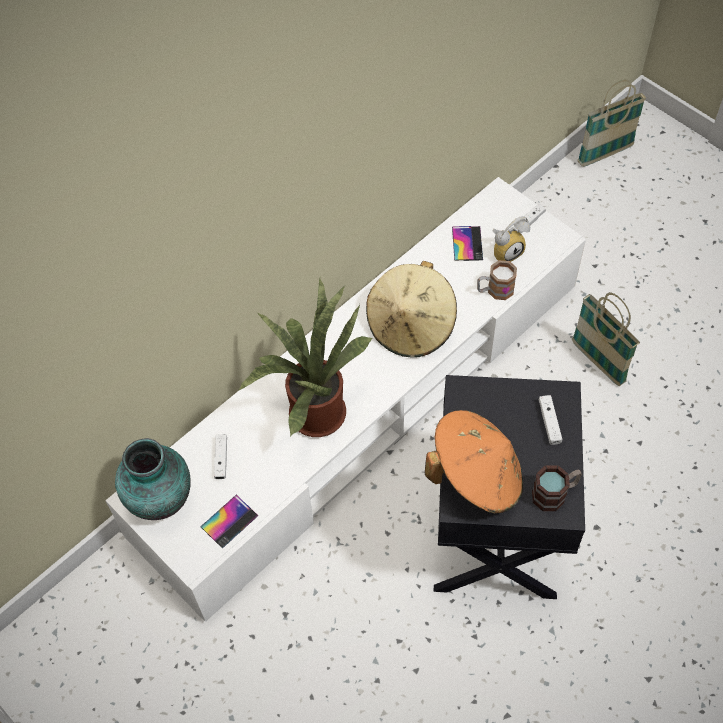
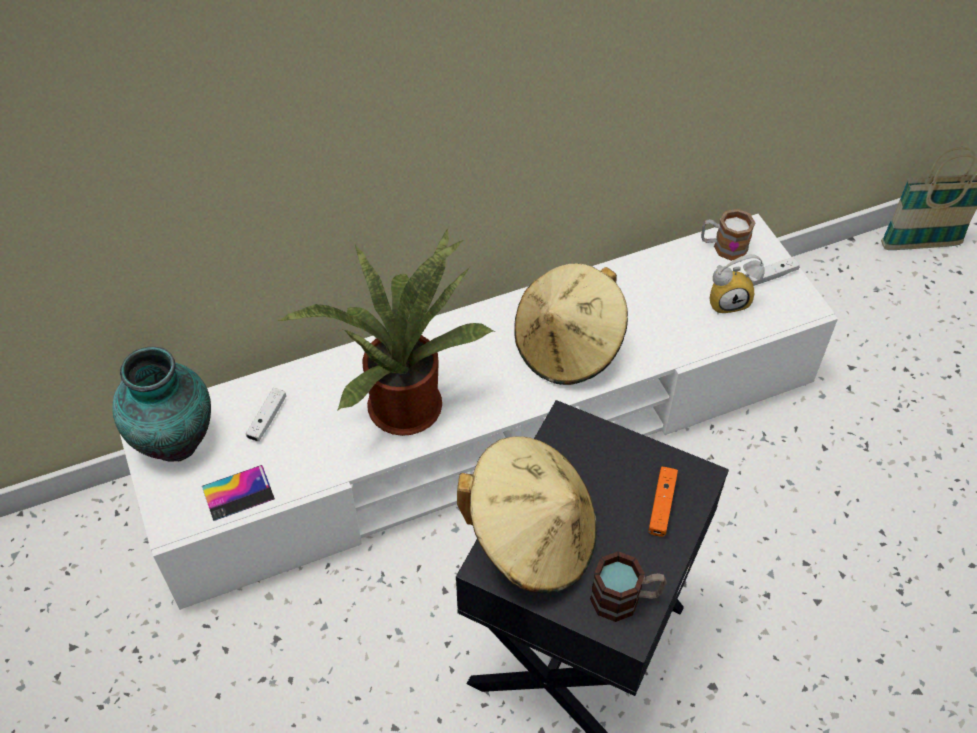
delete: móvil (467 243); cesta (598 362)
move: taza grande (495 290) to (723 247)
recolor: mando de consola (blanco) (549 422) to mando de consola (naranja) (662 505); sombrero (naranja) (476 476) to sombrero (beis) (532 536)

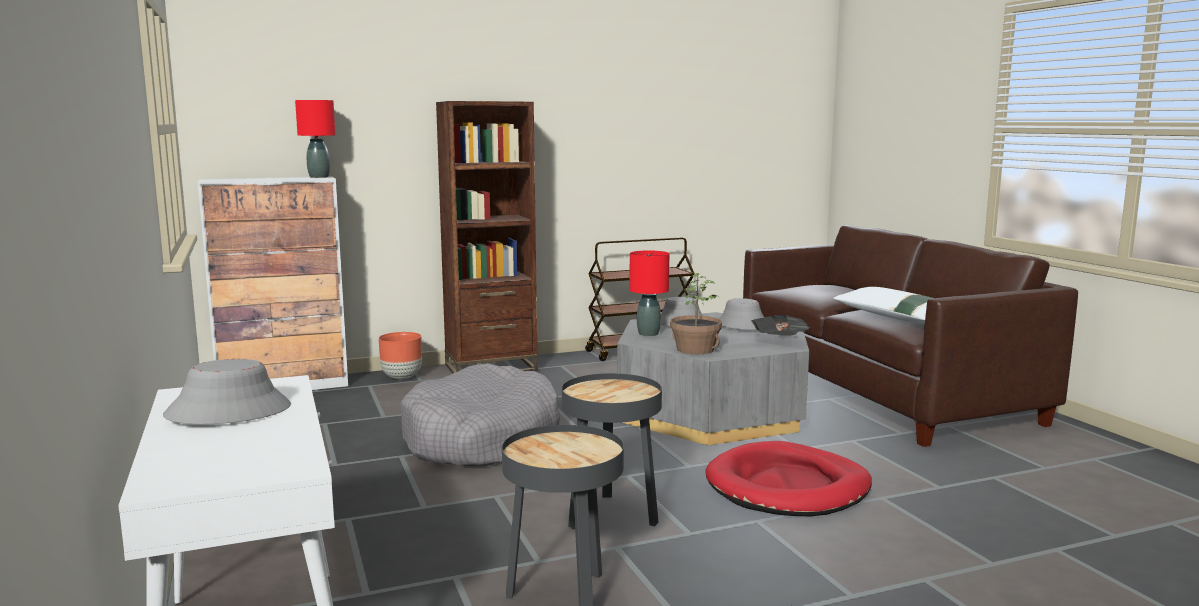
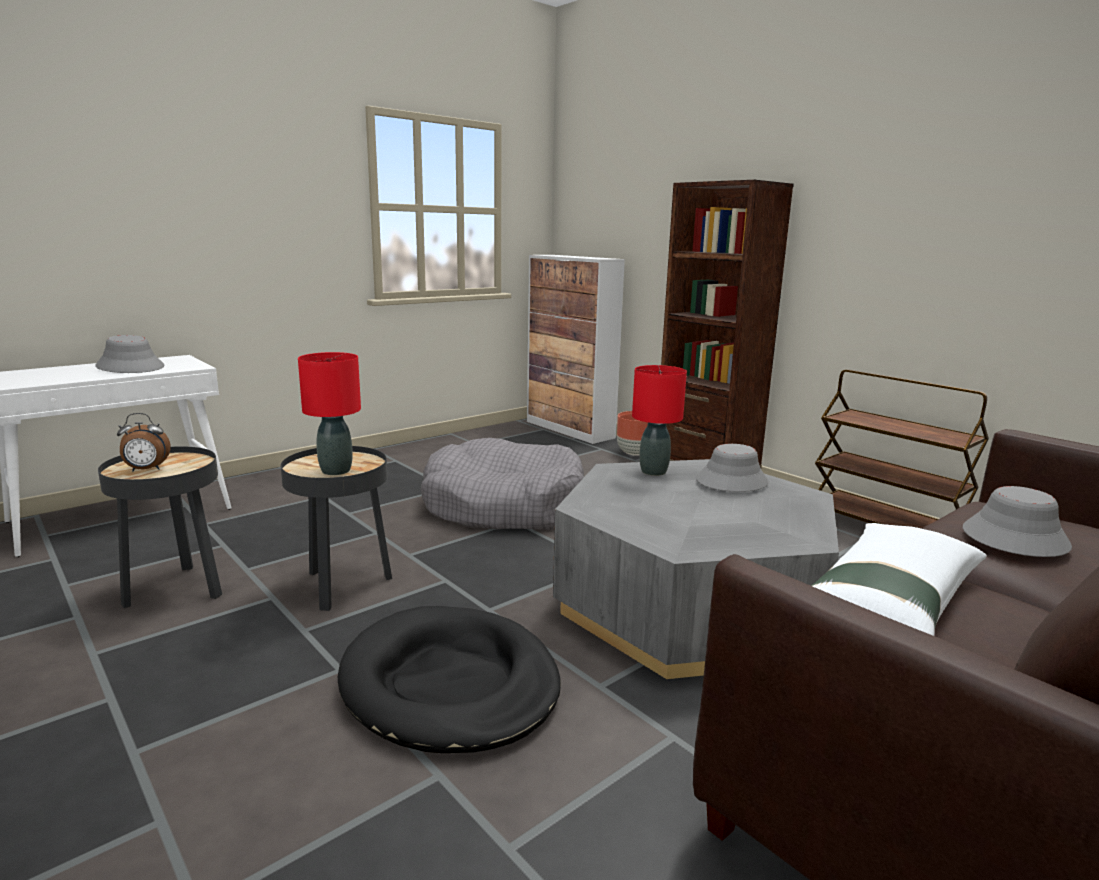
delete: planta en maceta (695 349); periódico (780 341)
insert: despertador (146 470)
move: lámpara de mesa (rojo) (319 177) to (336 470); sombrero (gris) (742 325) to (1014 538)
recolor: cama para perro (rojo) (788 487) to cama para perro (negro) (450 684)

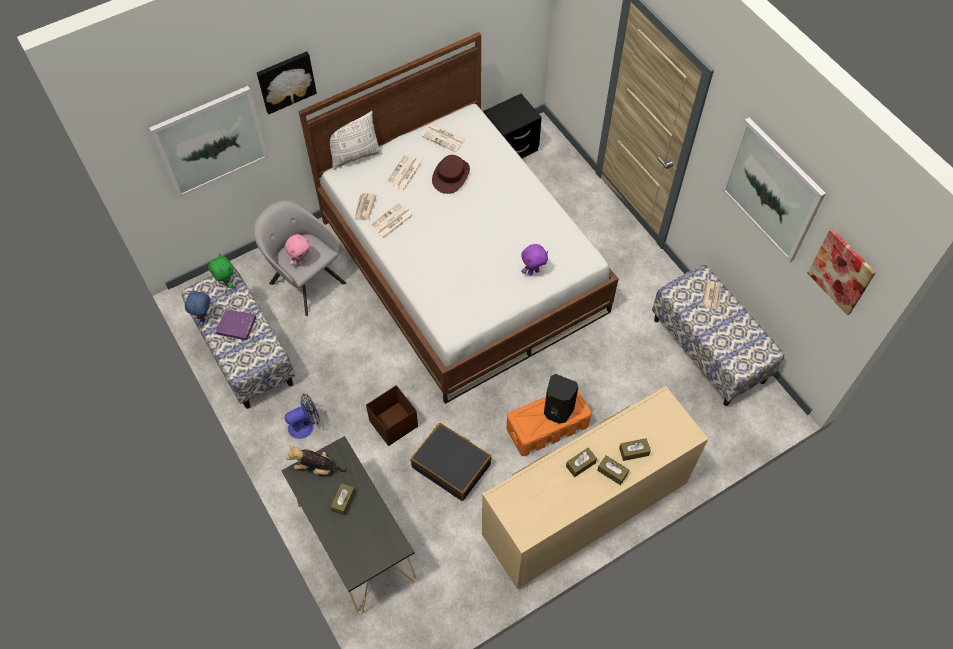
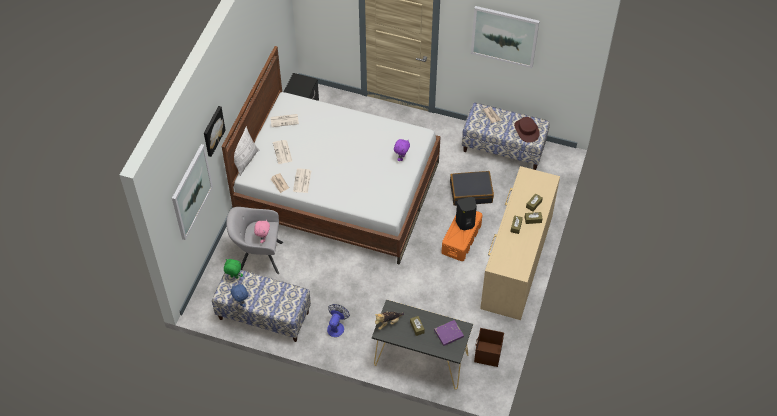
delete: cuadro (841 271)
move: sombrero (marrón) (451 176) to (526 130); libro (morado) (236 326) to (448 334); caja de almacenaje (marrón) (393 424) to (487 354); maleta (negro) (451 465) to (471 192)

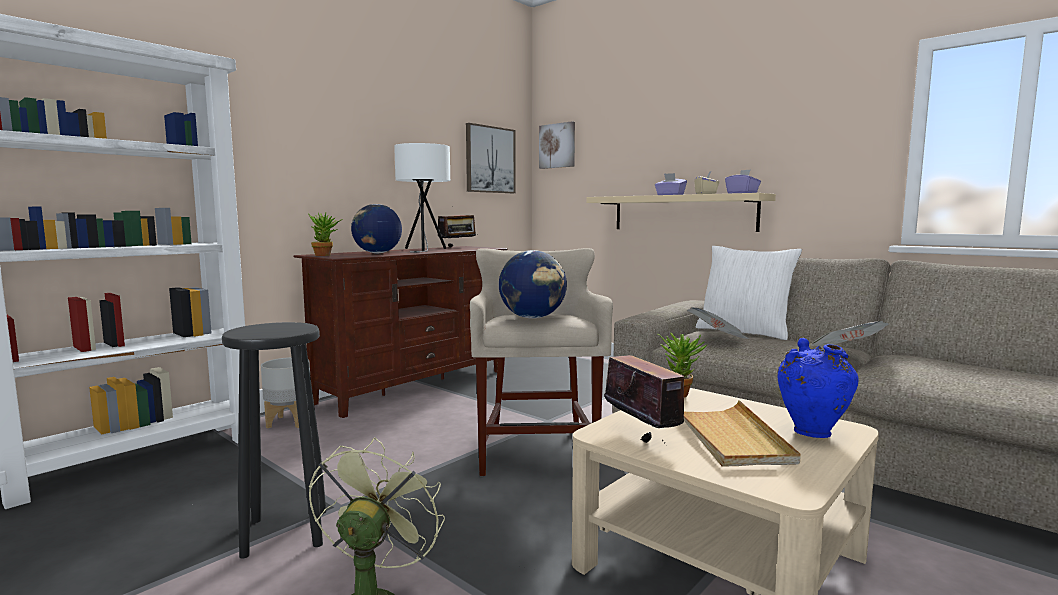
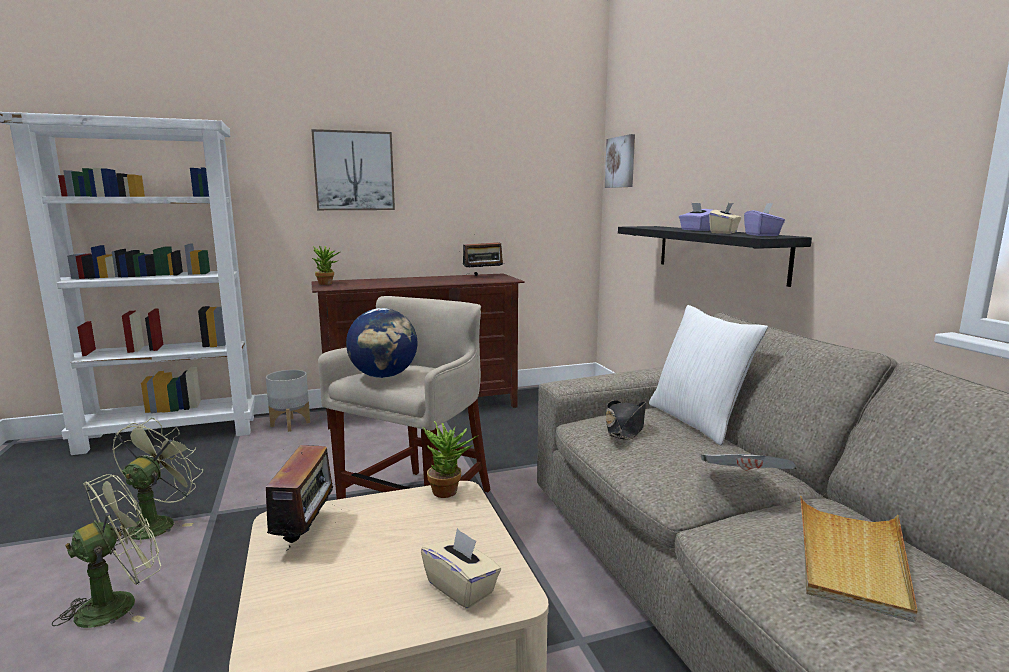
delete: lámpara de mesa (blanco) (424 250); globo terráqueo (377 253)
move: cuadro (490 160) to (354 171); bandeja (beis) (729 437) to (851 559)
replace: periódico (718 340) to sombrero (negro) (625 428); taburete (negro) (284 532) to ventilador (verde) (157 523); florero (azul) (812 432) to caja de pañuelos (beis) (461 587)
recolor: estante (beis) (682 213) to estante (negro) (718 252)

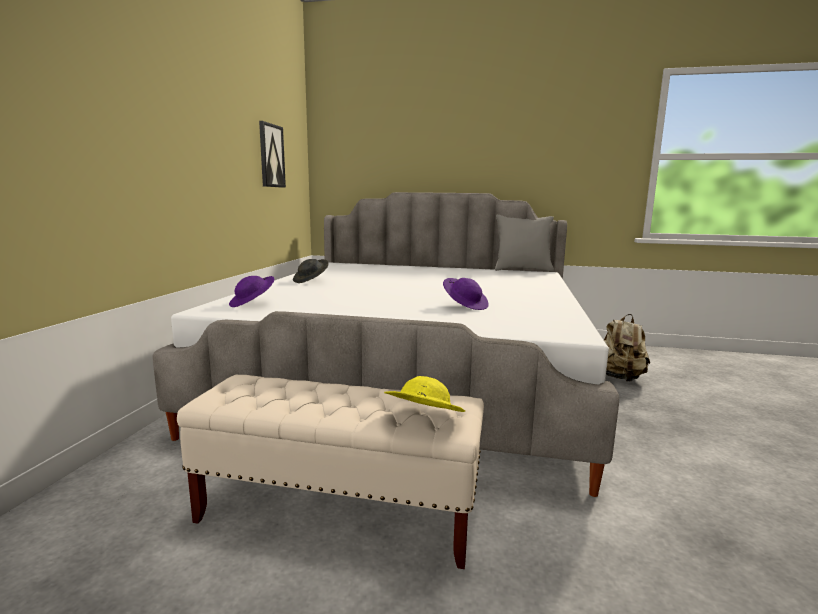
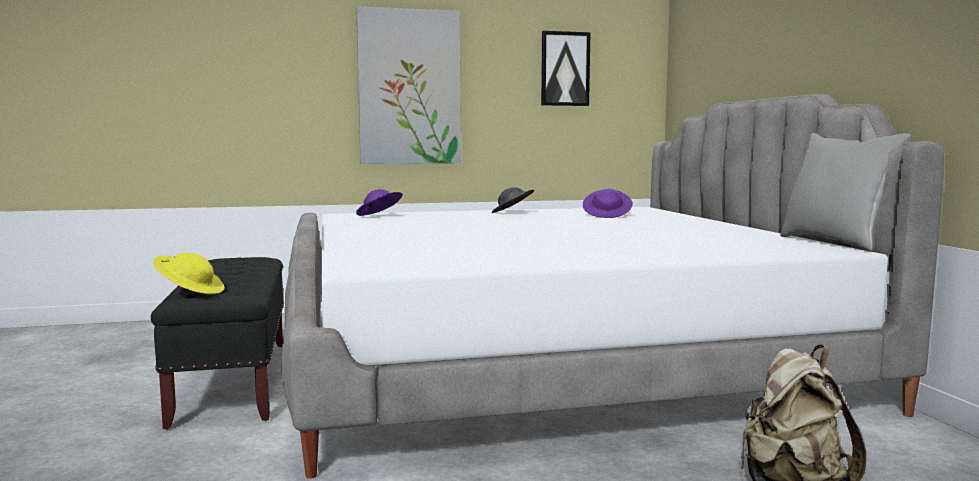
insert: cuadro (409 87)
move: sombrero (morado) (465 306) to (607 215)
recolor: banco (beis) (339 512) to banco (negro) (233 381)

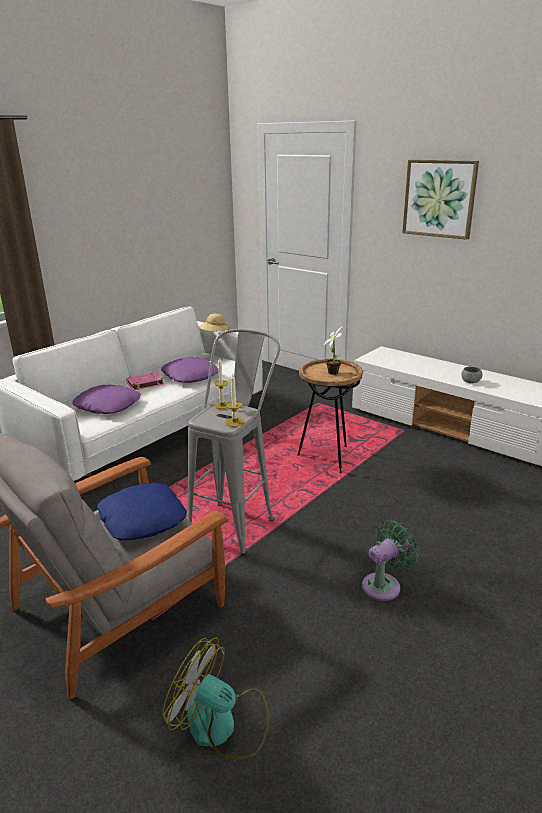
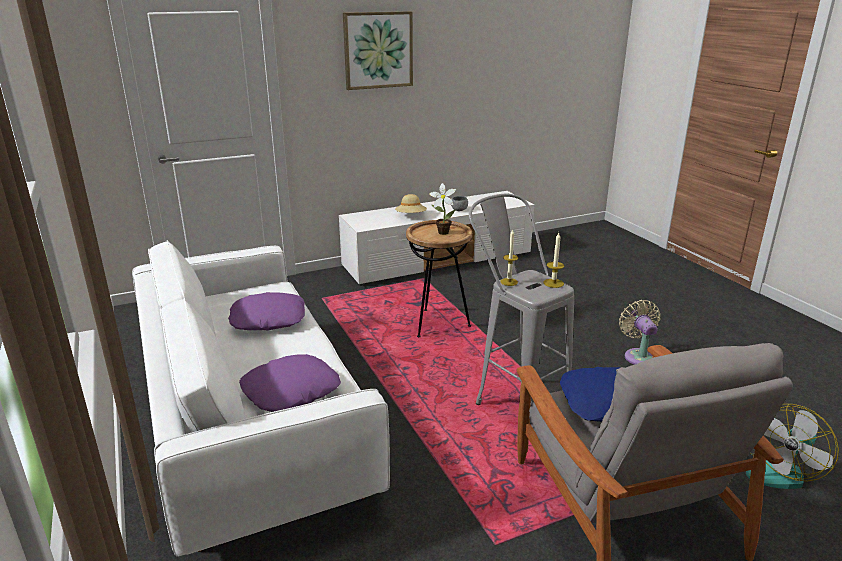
delete: libro (rosa) (145 383)
move: sombrero (beis) (214 334) to (411 216)
recolor: ventilador (verde) (384 585) to ventilador (beis) (639 356)

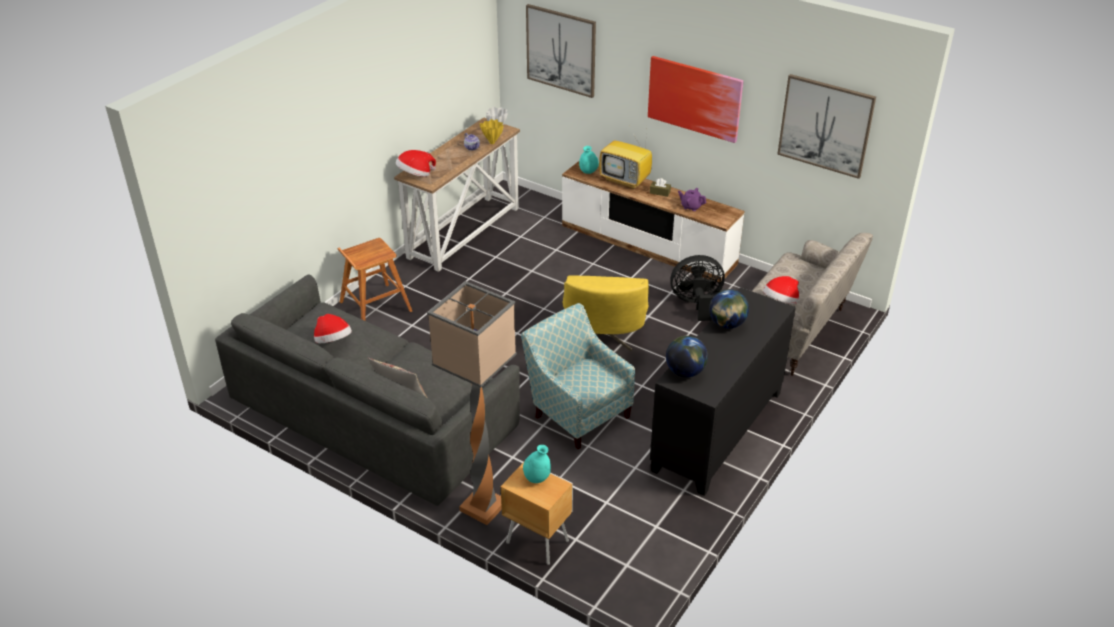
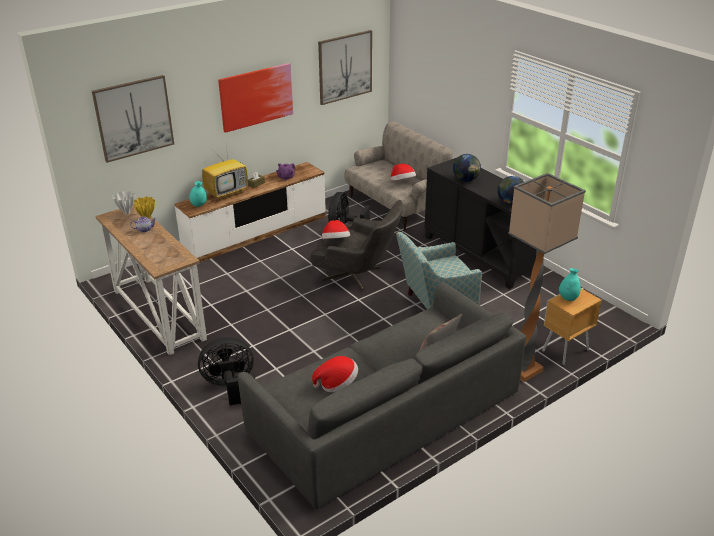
move: sombrero (415 175) to (336 241)
replace: taburete (marrón) (374 306) to ventilador (negro) (231 387)
recolor: sillón (amarillo) (604 339) to sillón (gris) (358 276)

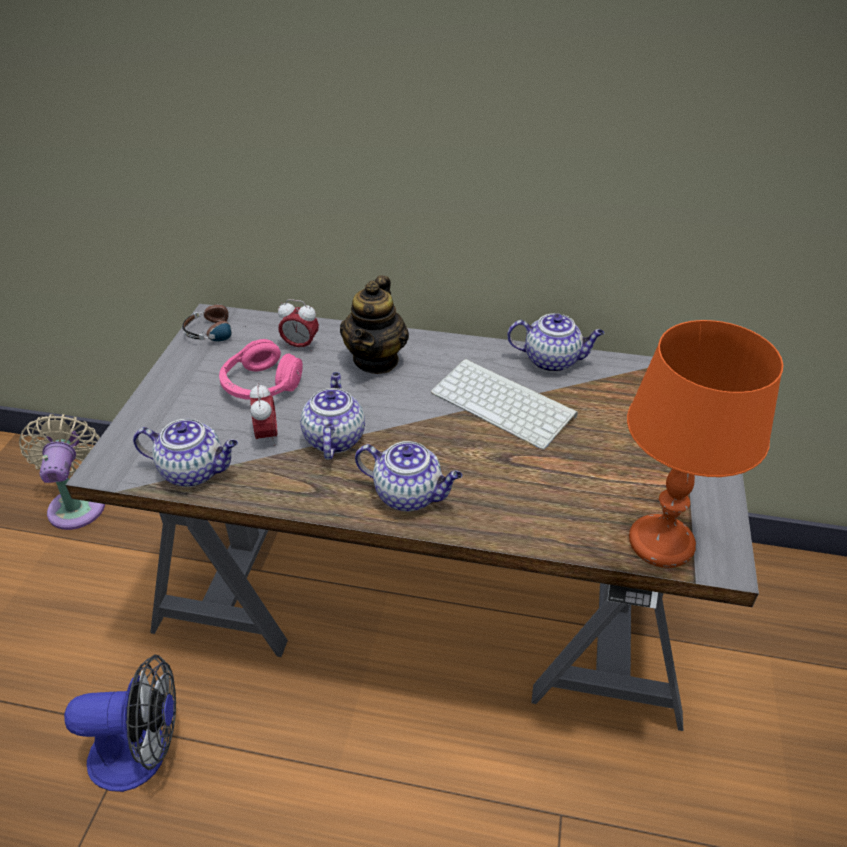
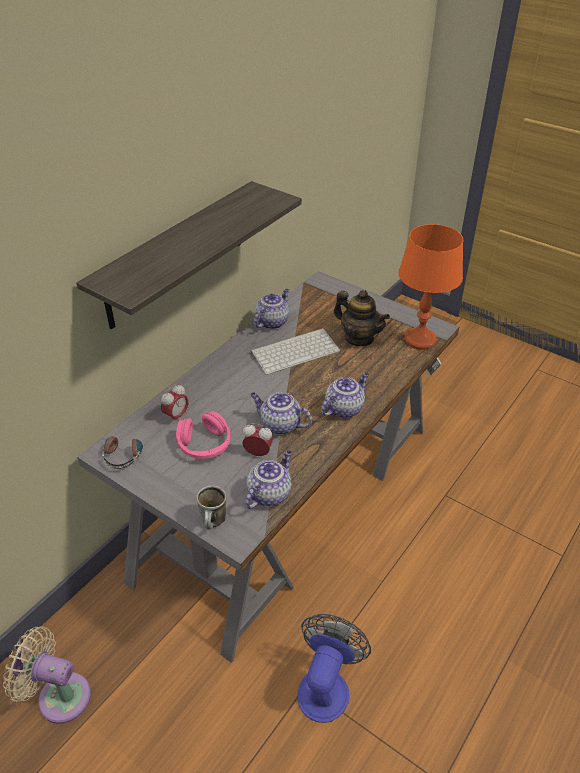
insert: estante (176 255); taza grande (214 523)
move: tetera (376 360) to (359 338)

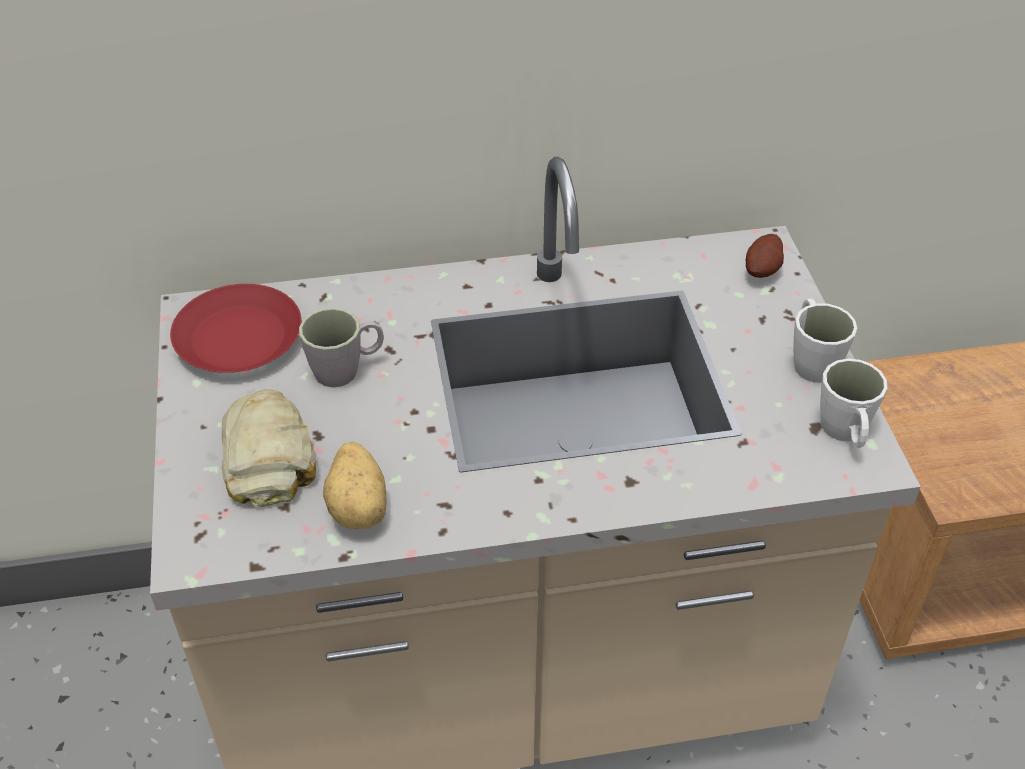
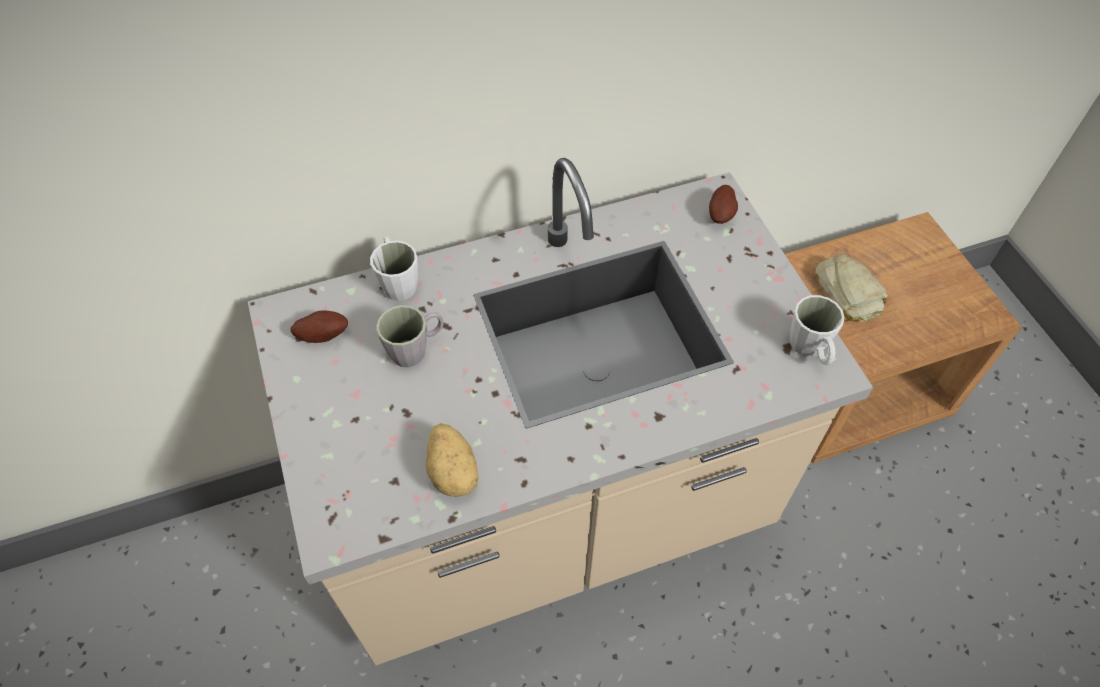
move: taza grande (blanco) (811 360) to (398 281); pan (269 456) to (849 292)
replace: plato (rojo) (240 340) to patata (323 334)

